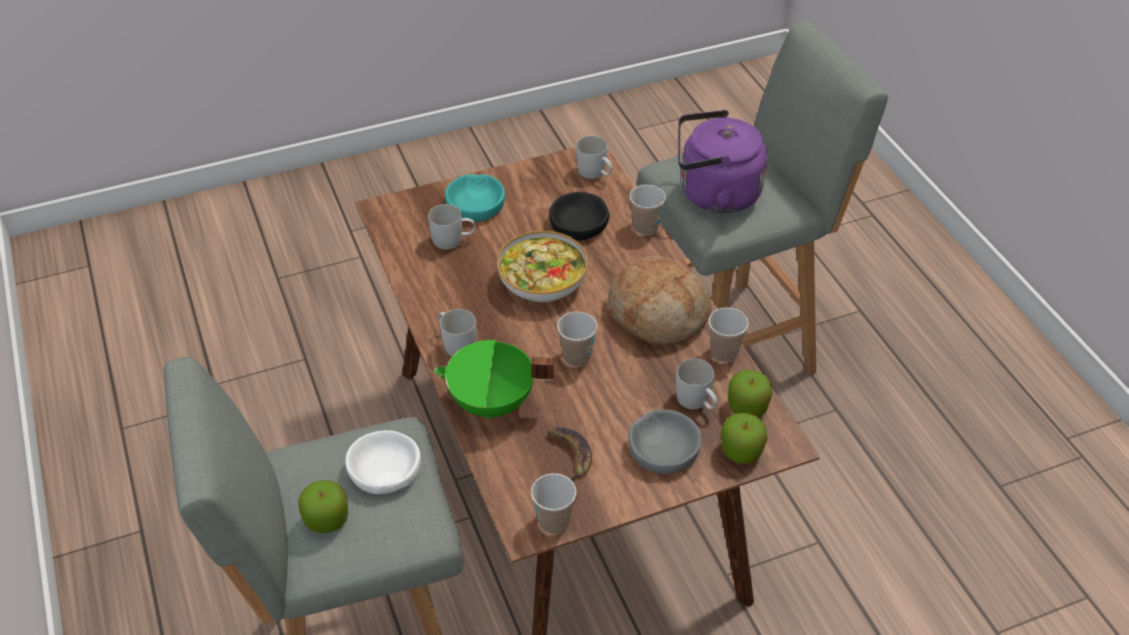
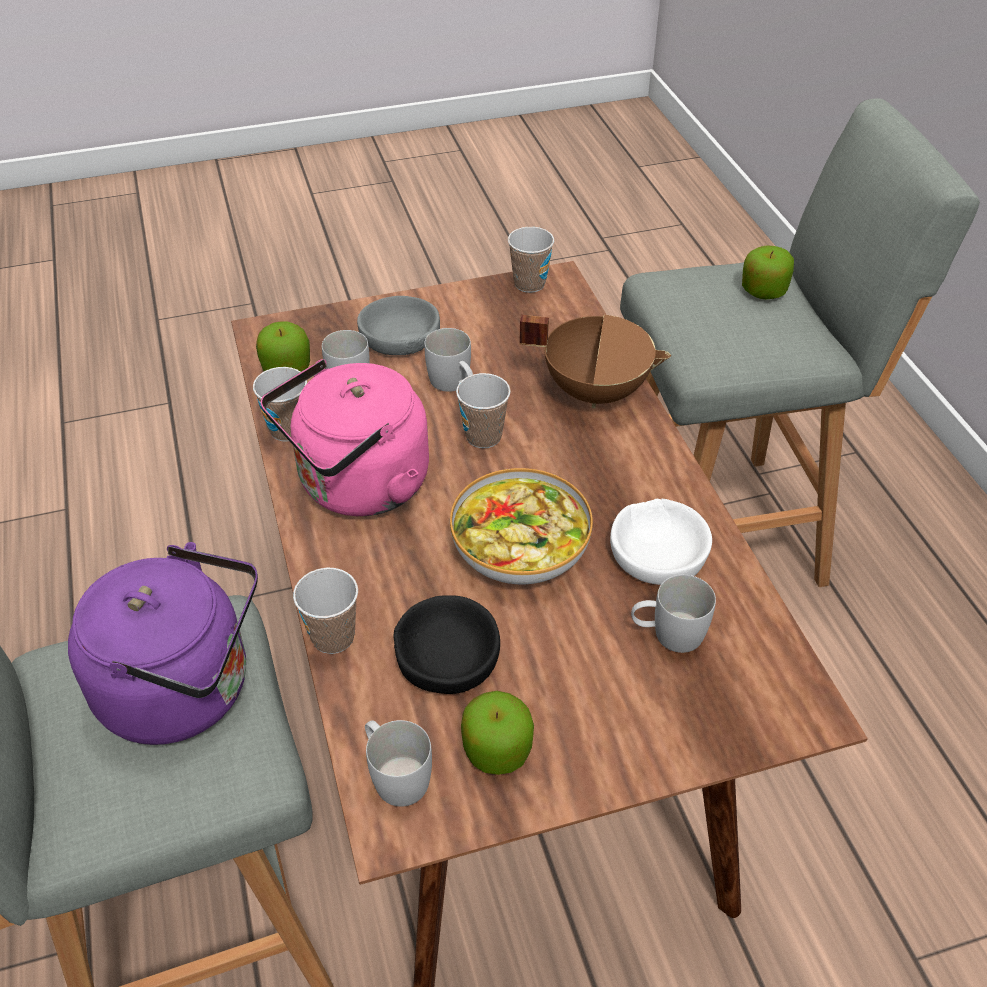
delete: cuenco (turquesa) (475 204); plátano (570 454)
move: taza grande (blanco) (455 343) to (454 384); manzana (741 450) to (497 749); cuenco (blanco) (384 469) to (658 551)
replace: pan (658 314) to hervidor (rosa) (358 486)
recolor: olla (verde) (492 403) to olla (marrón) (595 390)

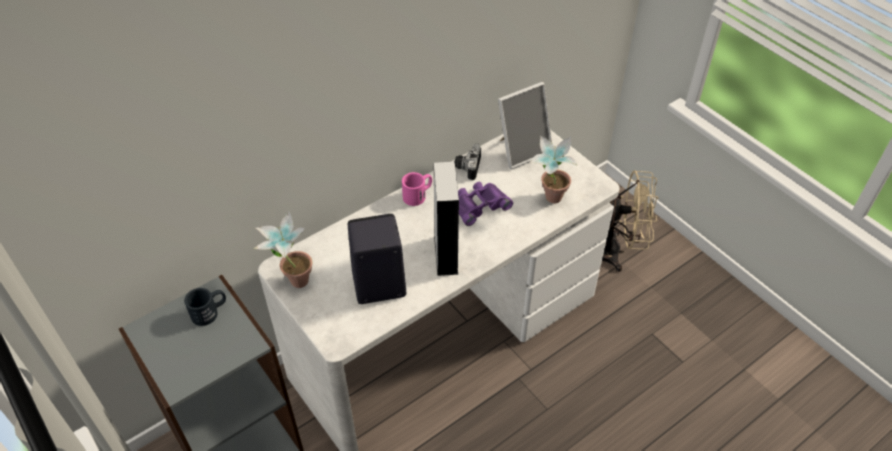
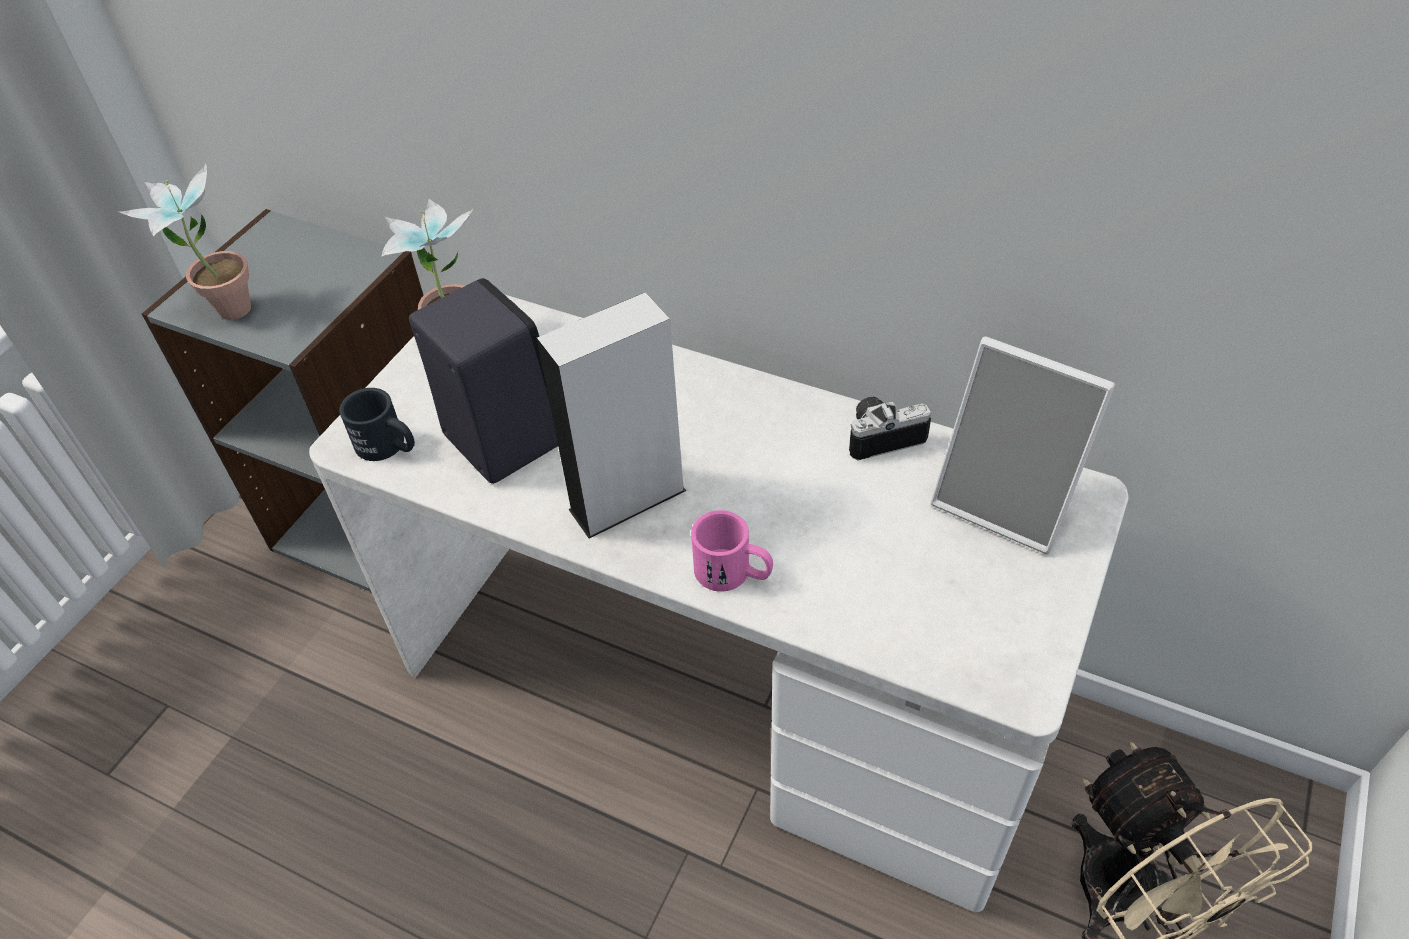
delete: prismáticos (morado) (479 205)
move: planta en maceta (548 200) to (225 306); taza grande (rosa) (418 195) to (733 573); taza grande (negro) (210 312) to (388 446)

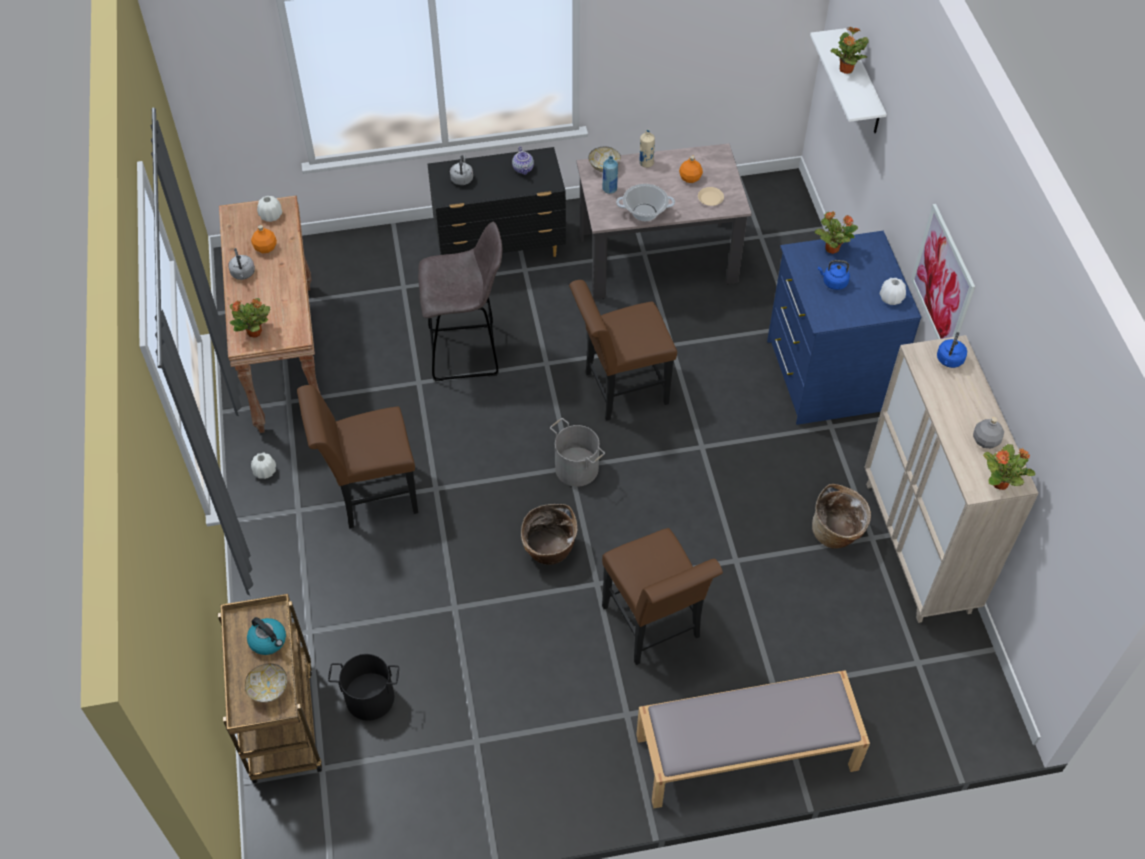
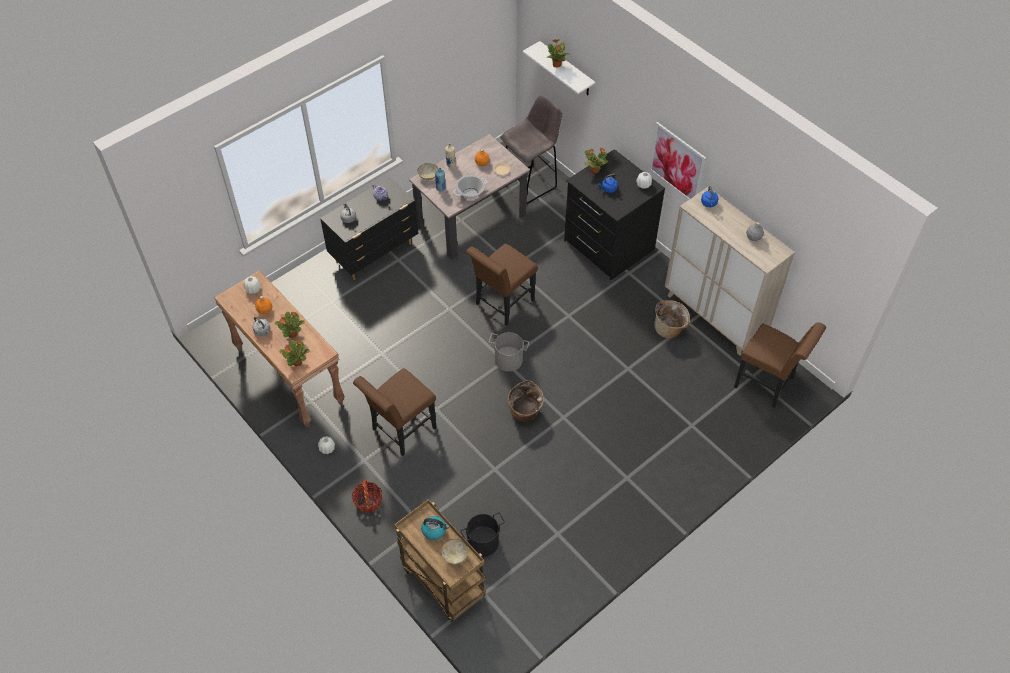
delete: banco (gris) (745 753)
insert: cesta (368 501)
move: taburete (gris) (467 352) to (531 184); planta en maceta (1000 483) to (293 334); silla (marrón) (654 627) to (768 384)
recolor: cómoda (azul) (826 375) to cómoda (negro) (608 245)

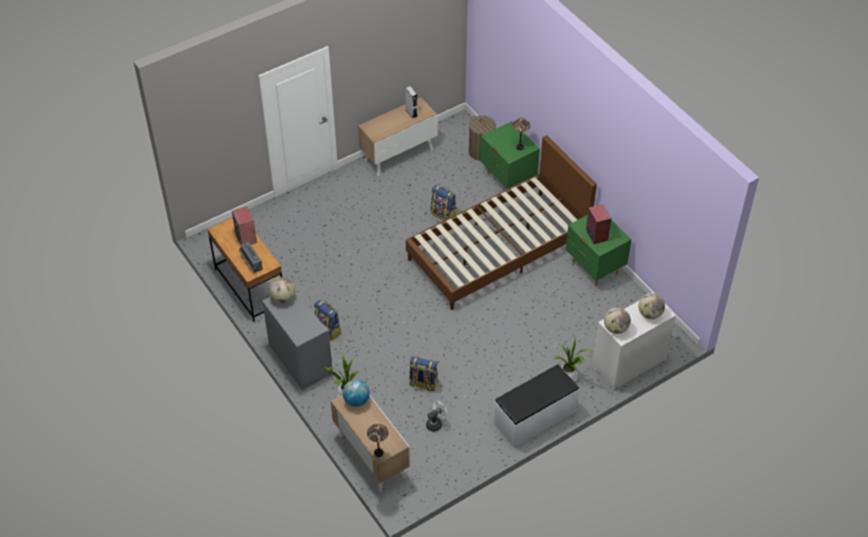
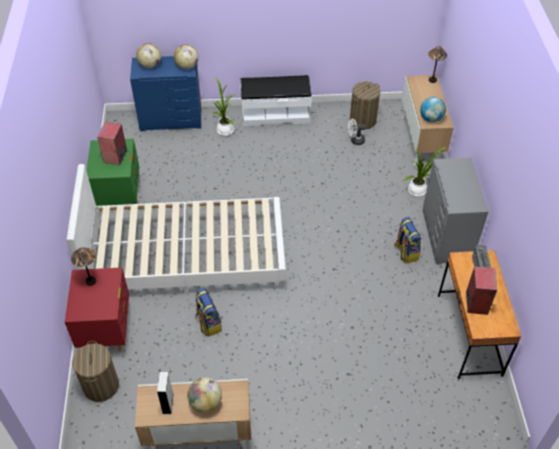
delete: mochila (423 384)
insert: cesto de la ropa (363 120)
move: globo terráqueo (283 298) to (205 403)
recolor: mesita de noche (verde) (508 179) to mesita de noche (rojo) (106 332); cama (marrón) (498 249) to cama (blanco) (187 257); cómoda (blanco) (629 364) to cómoda (azul) (171 119)

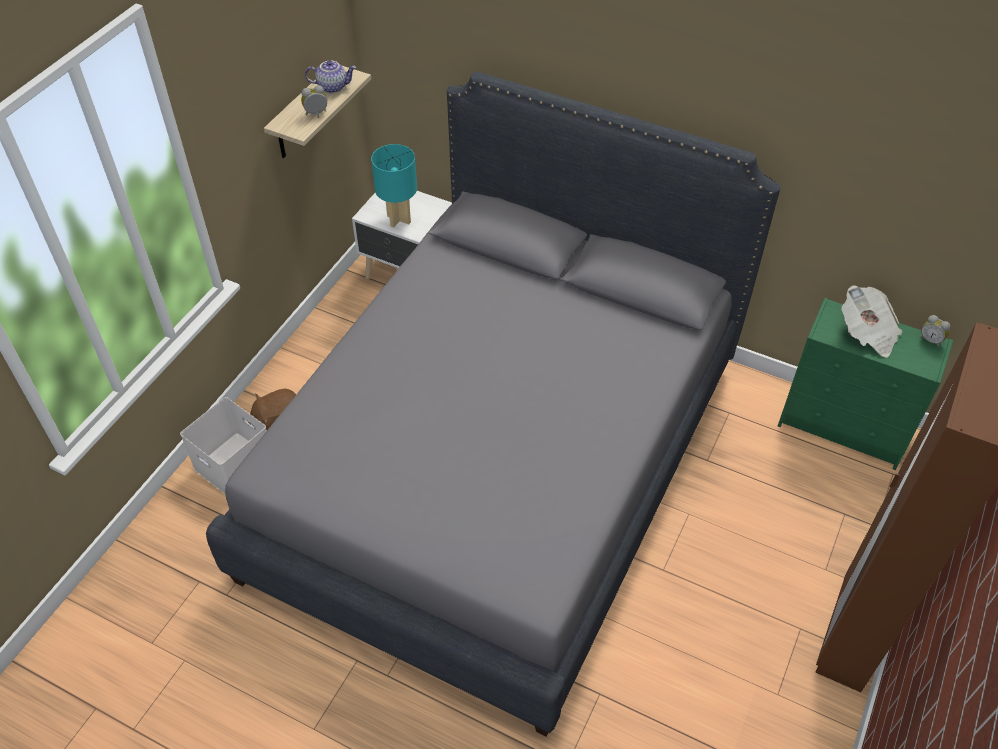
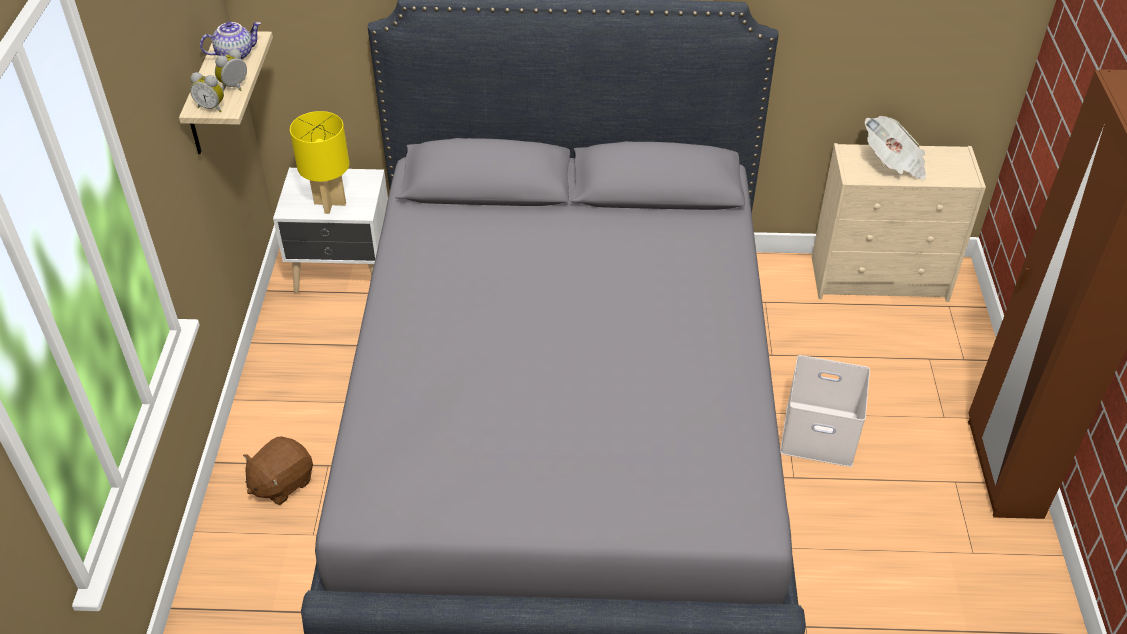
move: despertador (931 340) to (212 107); caja de almacenaje (blanco) (237 465) to (821 432)
recolor: lámpara de mesa (turquesa) (399 219) to lámpara de mesa (amarillo) (330 204); cómoda (verde) (844 428) to cómoda (beis) (881 279)

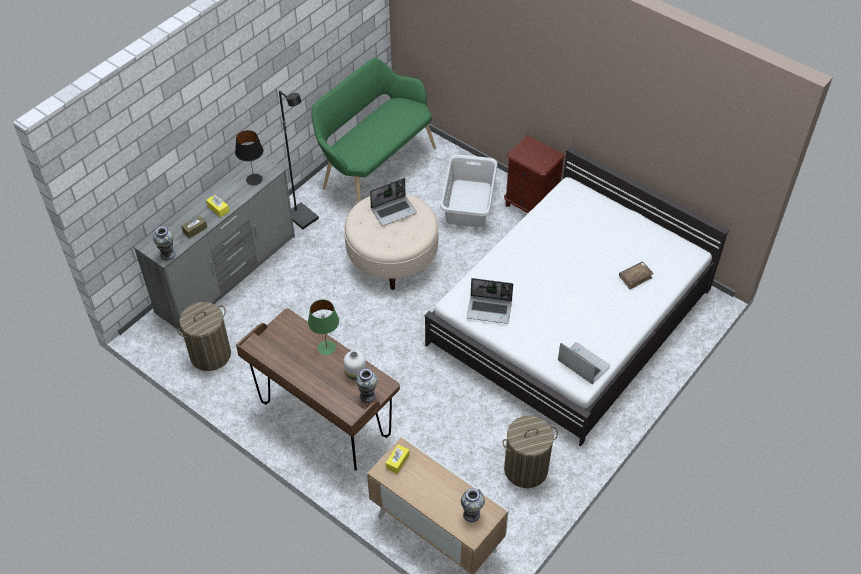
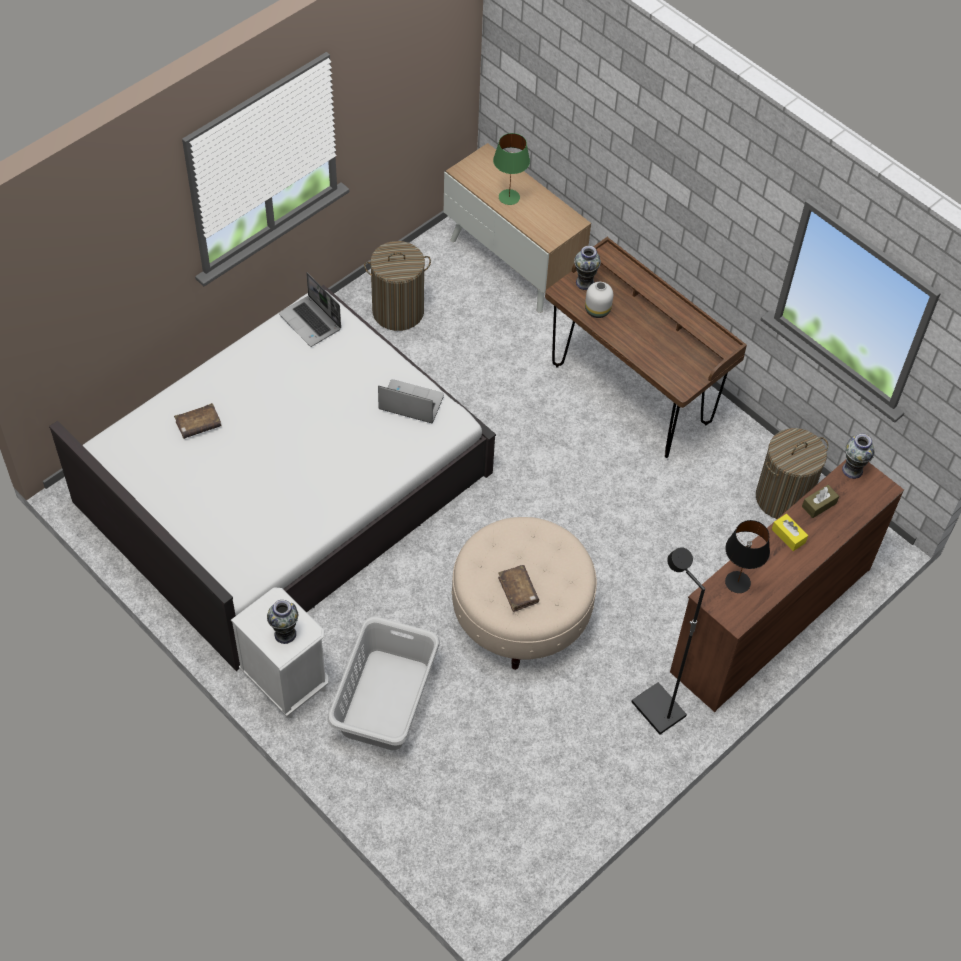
delete: banco (verde) (374 167); caja de pañuelos (amarillo) (397 461)
move: lámpara de mesa (verde) (326 347) to (509 197); florero (471 514) to (285 634)
replace: portátil (394 211) to libro (marrón) (518 591)
recolor: mesita de noche (marrón) (530 205) to mesita de noche (blanco) (286 682); cómoda (gris) (227 274) to cómoda (marrón) (770 619)

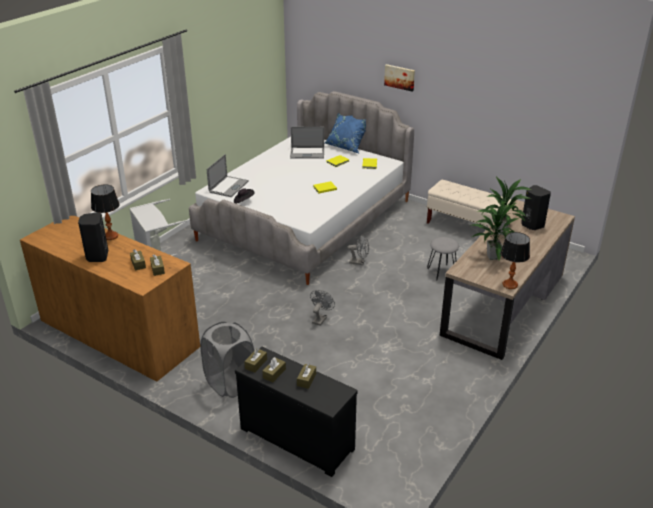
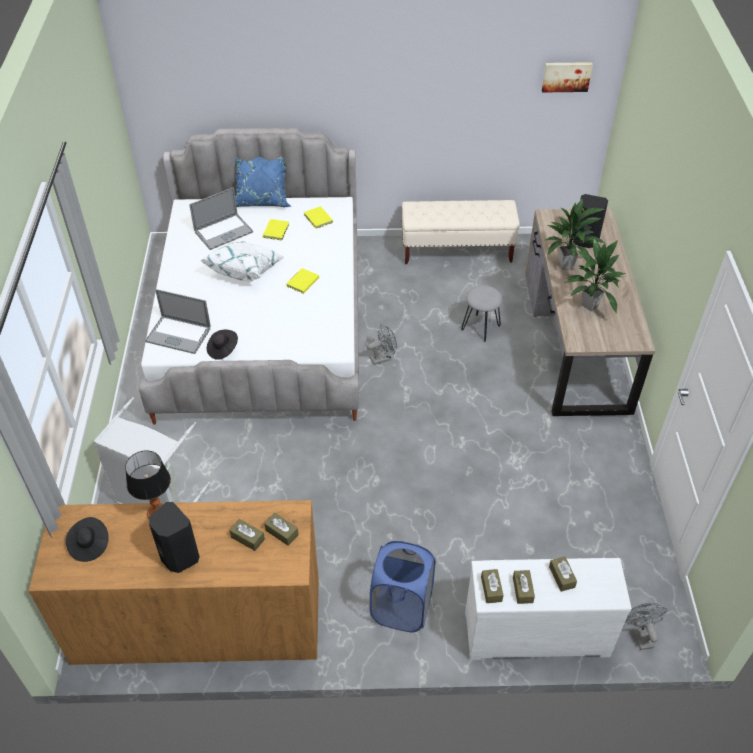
delete: lámpara de mesa (510 284)
insert: cojín (blanco) (245 269); sombrero (negro) (89 545)
move: cuadro (400 77) to (566 76); ventilador (gris) (320 318) to (640 634)
recolor: cesto de la ropa (gris) (230 383) to cesto de la ropa (azul) (401 608); cómoda (negro) (298 437) to cómoda (blanco) (535 630)
rotate: portátil (228 187) = (178 335) 120 degrees clockwise

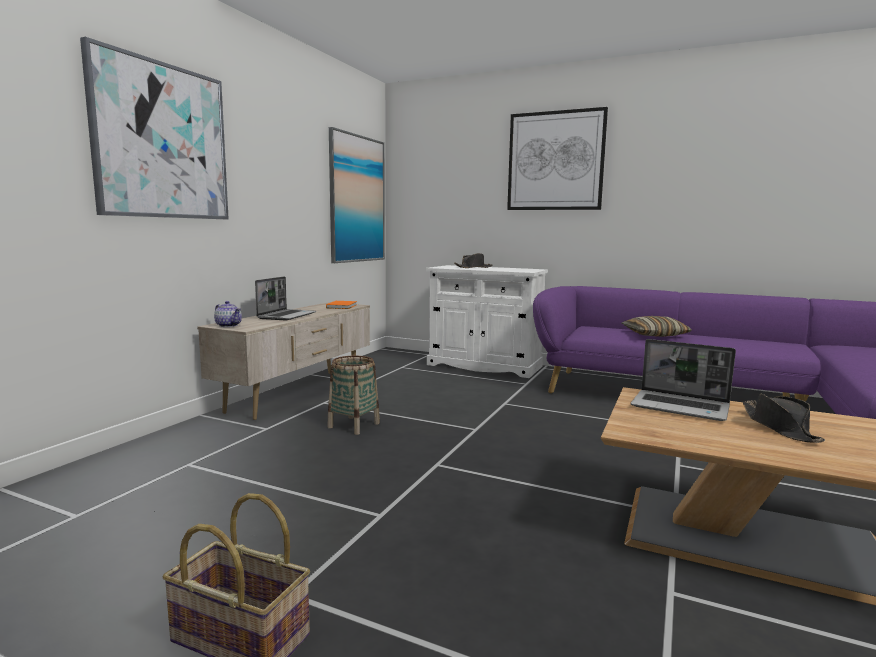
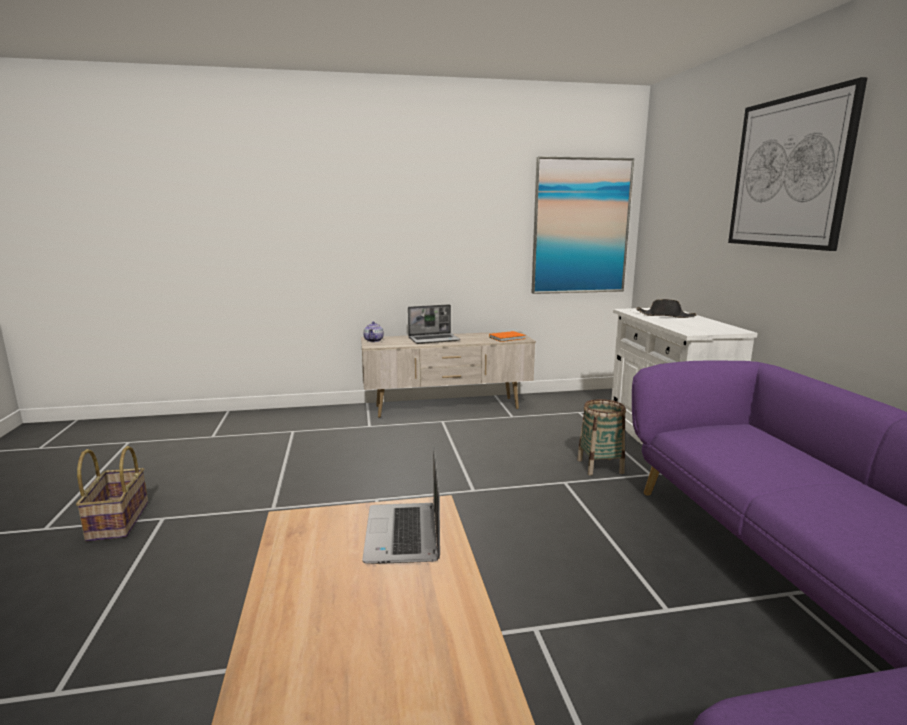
delete: cuadro (162 141); cojín (654 335); sombrero (negro) (779 427)
move: cesta (353 425) to (600 466)

